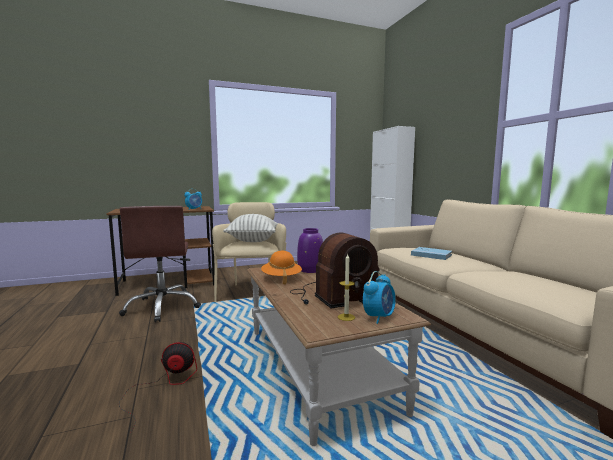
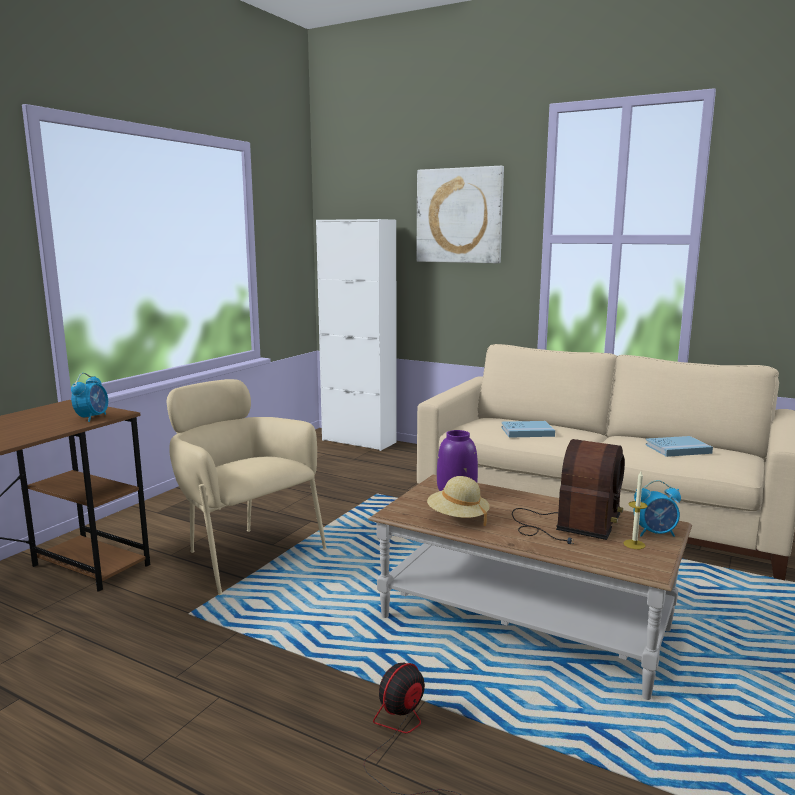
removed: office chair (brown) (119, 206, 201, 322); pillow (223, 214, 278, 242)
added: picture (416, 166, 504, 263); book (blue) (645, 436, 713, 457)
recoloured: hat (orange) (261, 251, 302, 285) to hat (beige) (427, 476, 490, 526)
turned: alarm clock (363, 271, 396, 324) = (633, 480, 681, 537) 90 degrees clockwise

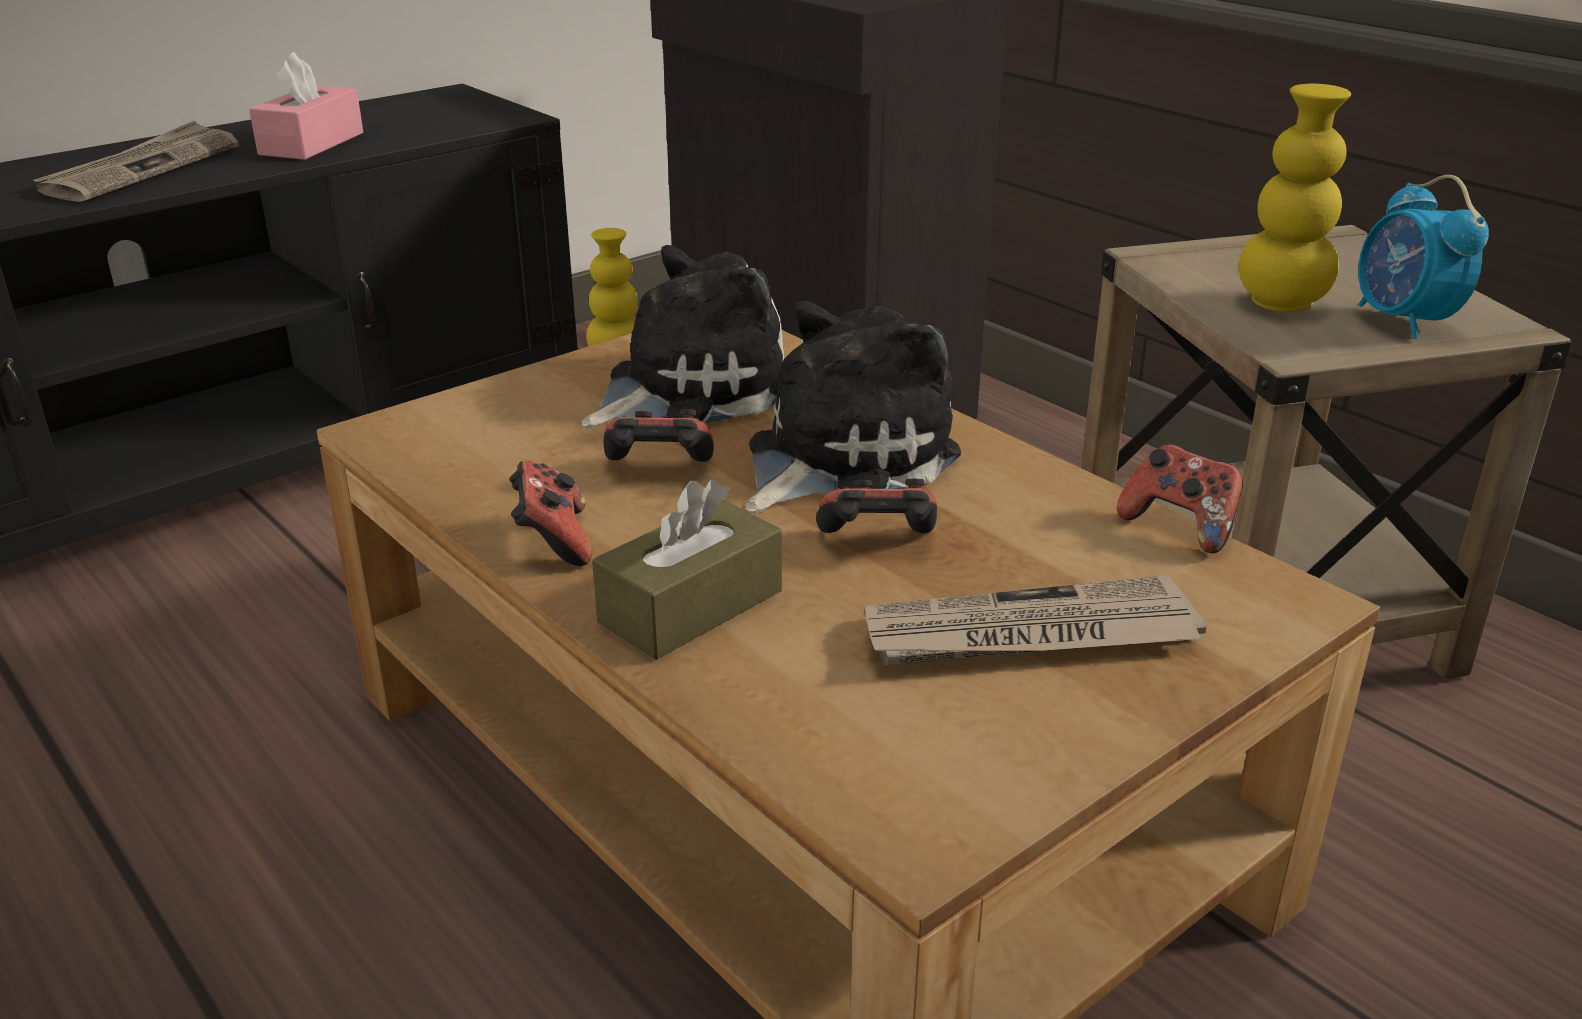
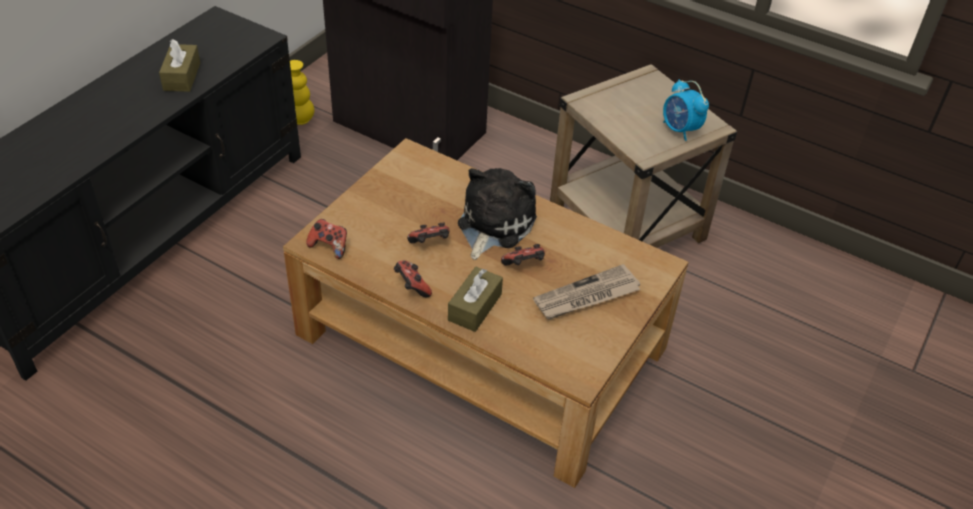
removed: vase (yellow) (1239, 84, 1351, 312); newspaper (33, 121, 239, 202); plush toy (582, 245, 784, 428)
moved: game controller (1117, 444, 1243, 553) to (306, 219, 347, 259)
recoloured: tissue box (pink) (249, 52, 363, 160) to tissue box (brown) (159, 39, 200, 92)

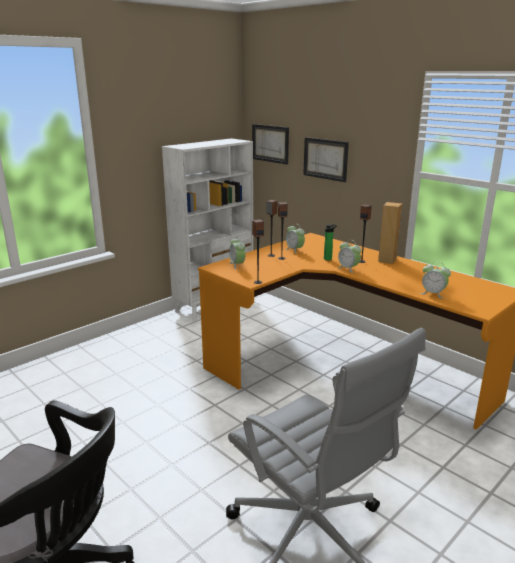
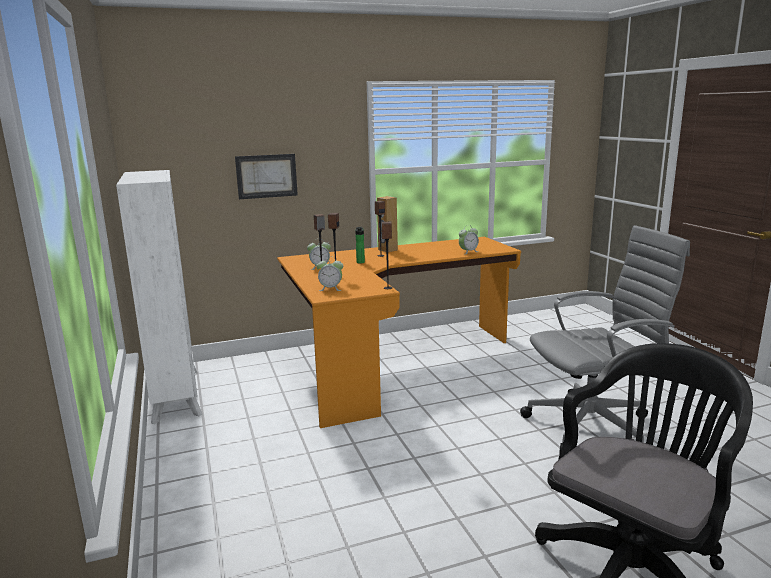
removed: picture (252, 124, 289, 165); alarm clock (337, 240, 361, 273)

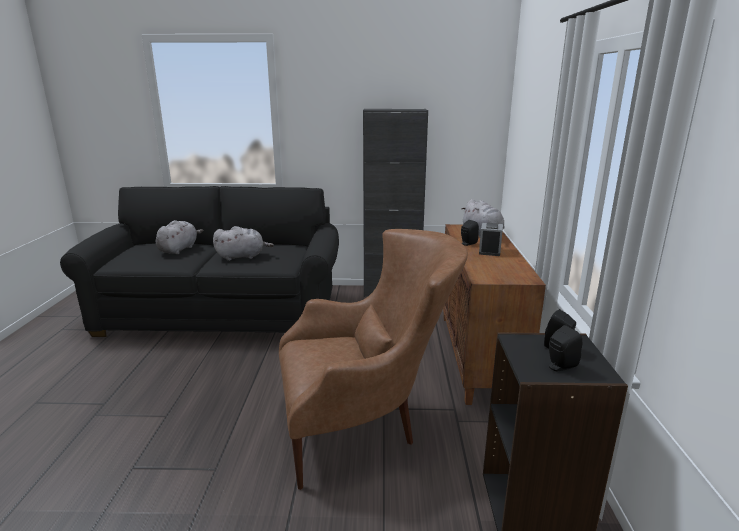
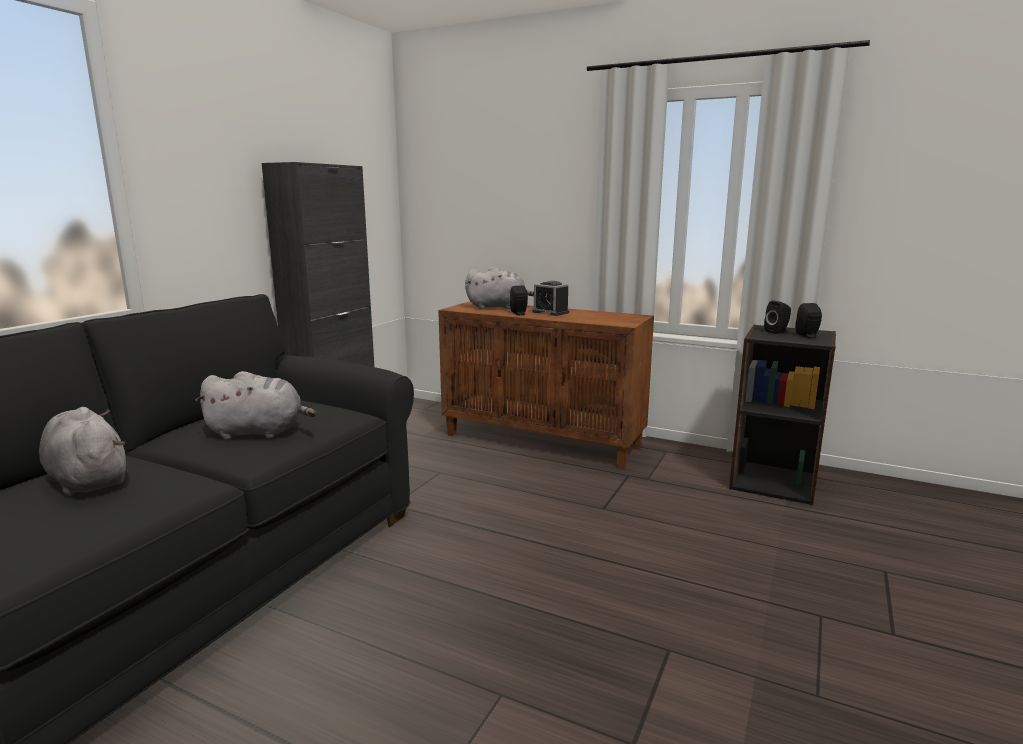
removed: armchair (brown) (279, 229, 468, 490)
turned: plush toy (grey) (213, 226, 274, 261) = (195, 371, 316, 440) 75 degrees clockwise

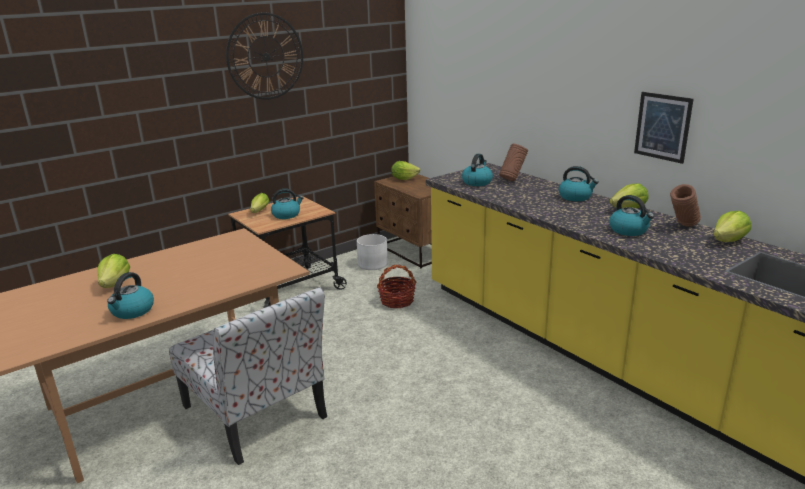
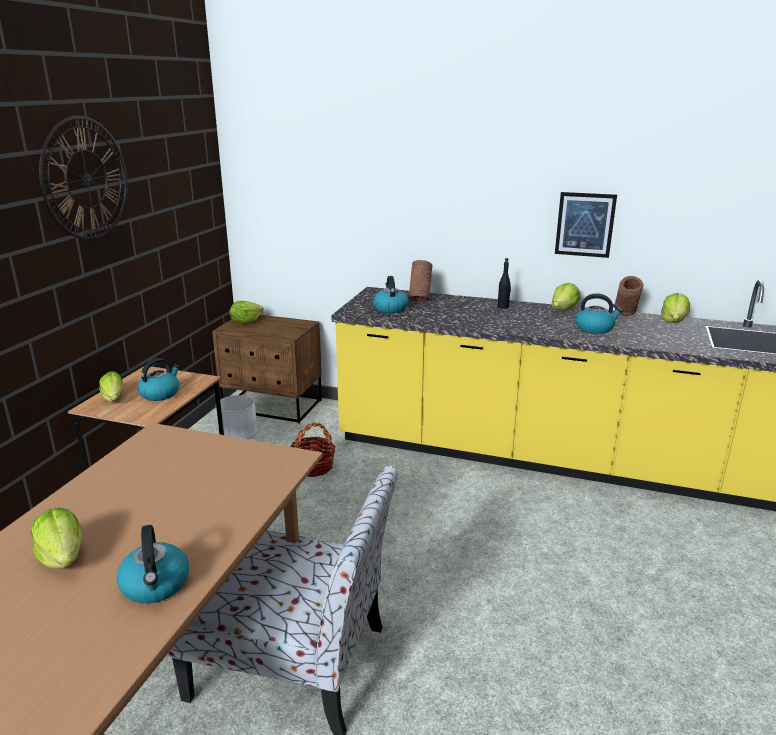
replaced: kettle (559, 166, 599, 201) to bottle (black) (498, 258, 511, 308)

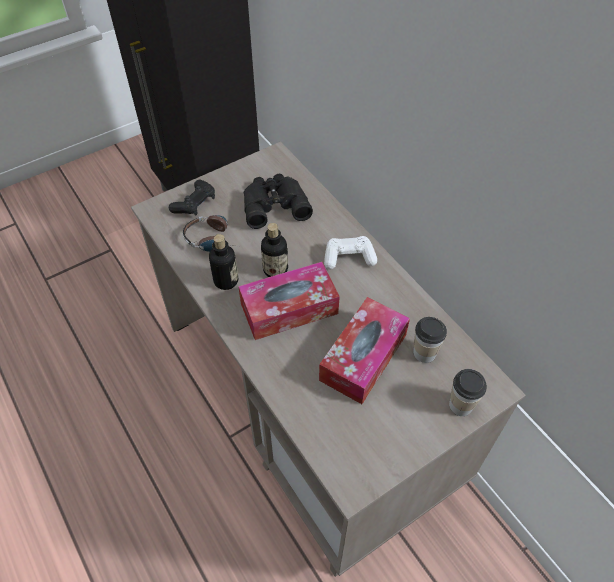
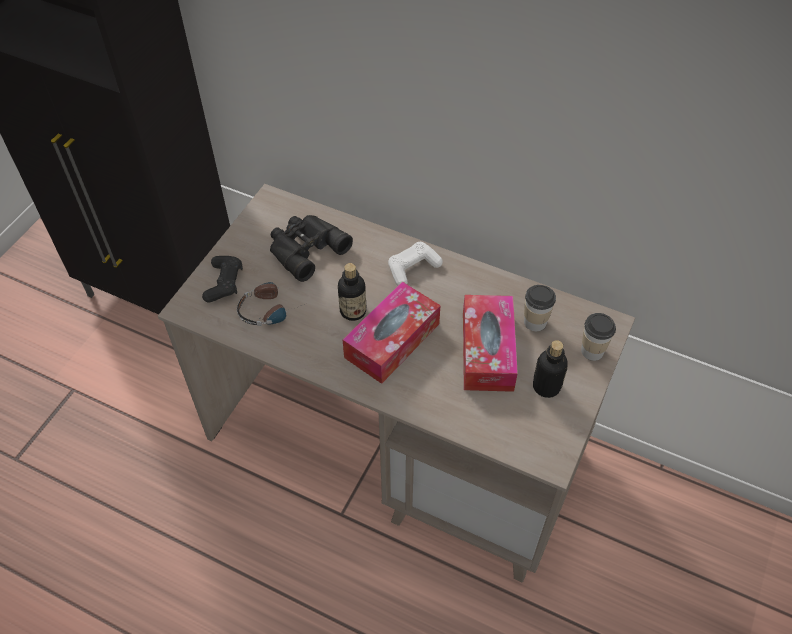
moved: bottle (209, 234, 238, 290) to (533, 340, 568, 398)

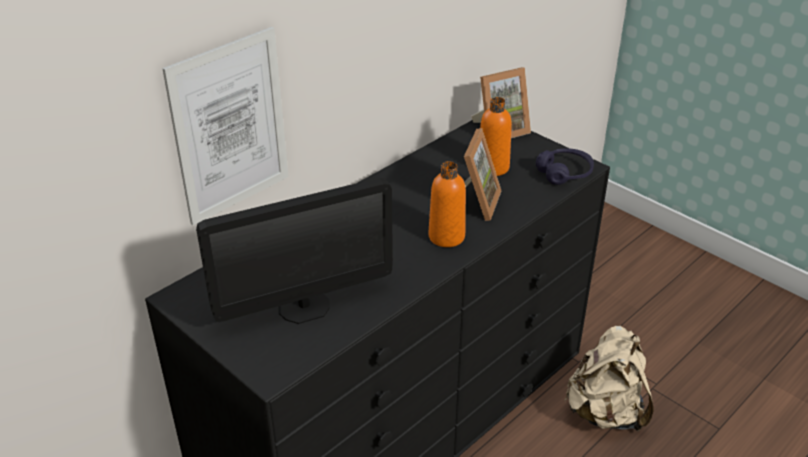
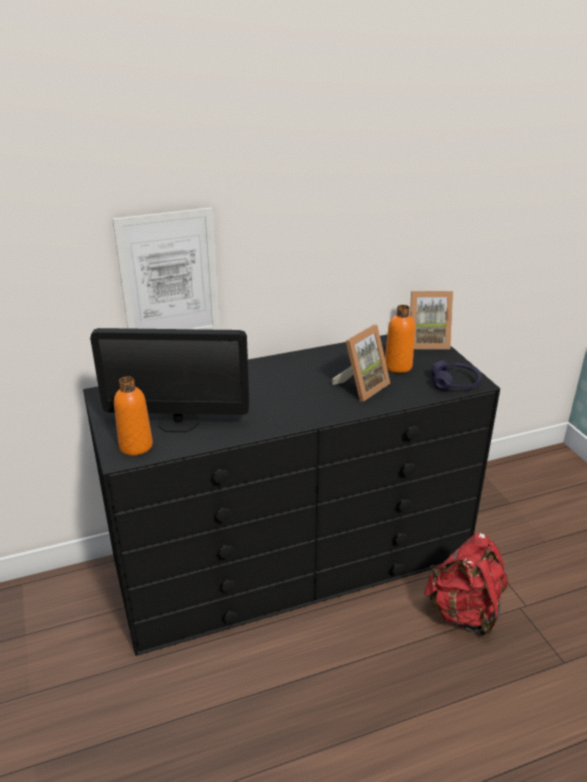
moved: bottle (orange) (429, 161, 466, 247) to (114, 376, 153, 456)
recoloured: backpack (beige) (565, 326, 654, 432) to backpack (red) (424, 533, 508, 637)

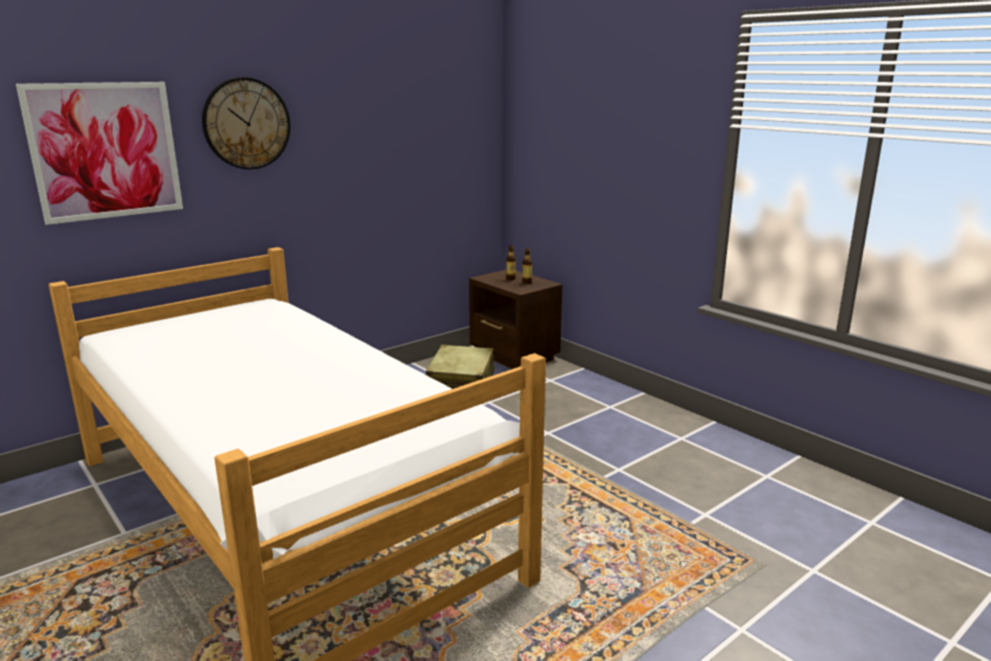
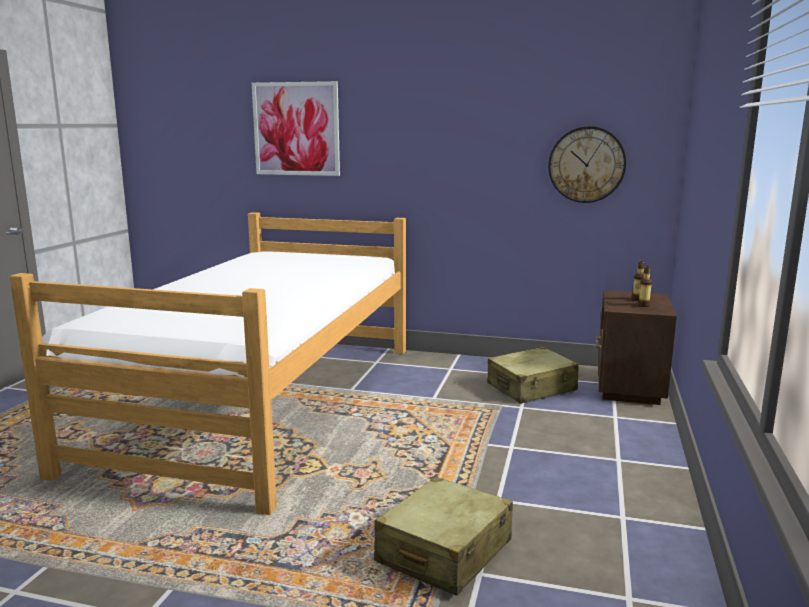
added: suitcase (beige) (374, 477, 513, 596)
moved: wall clock (202, 77, 290, 169) to (548, 126, 626, 203)

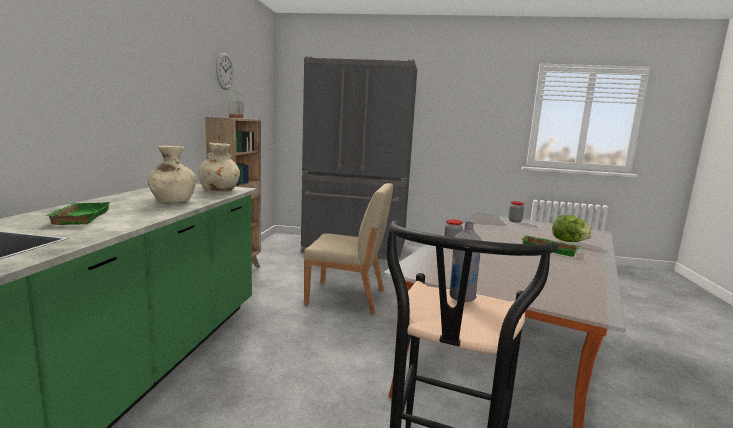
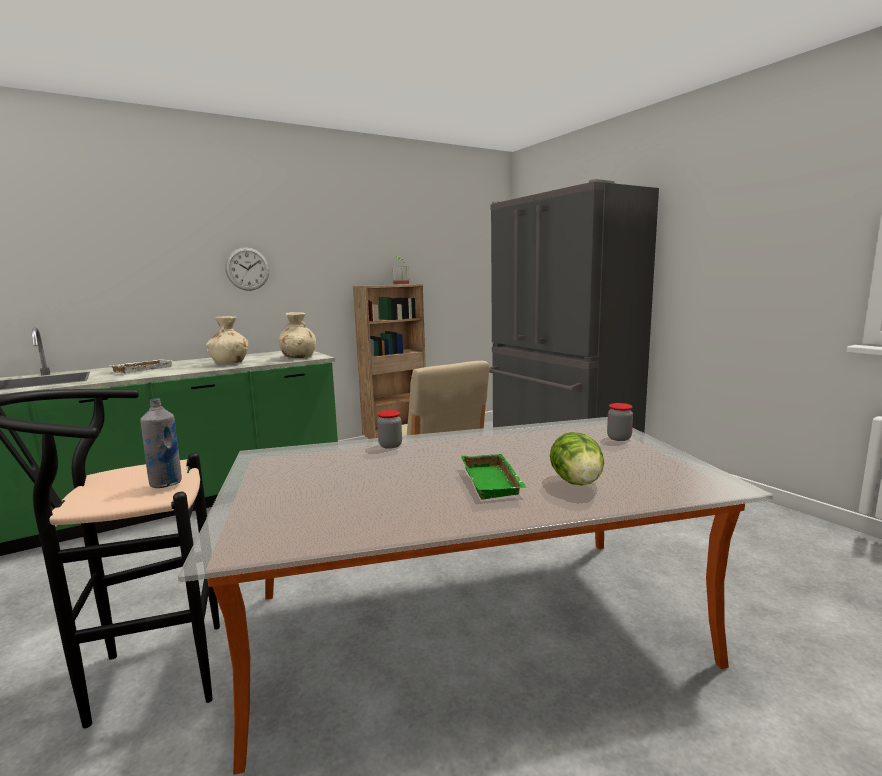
moved: wall clock (216, 53, 234, 90) to (225, 247, 269, 291)
recoloured: tray (green) (46, 202, 110, 225) to tray (white) (112, 360, 173, 374)

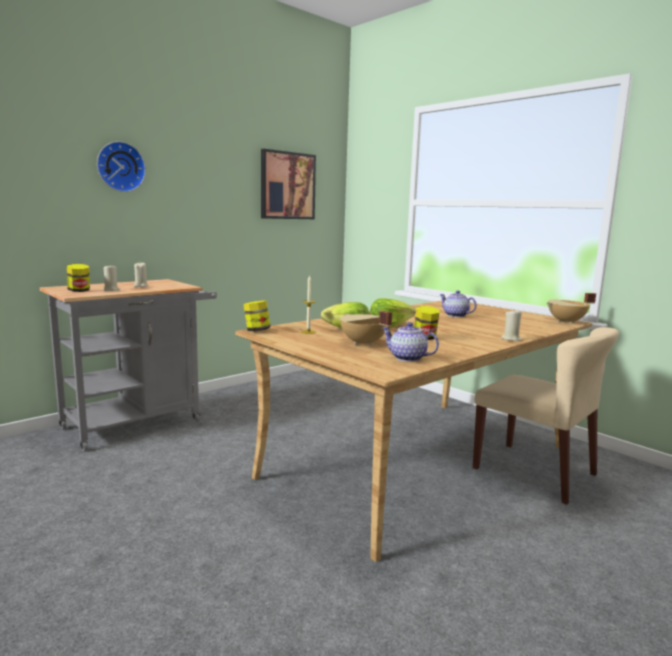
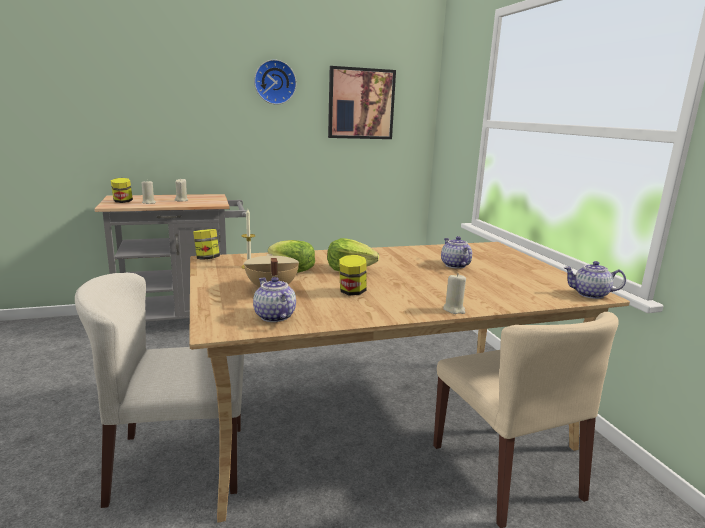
added: chair (beige) (75, 273, 244, 508)
moved: wall clock (97, 141, 146, 192) to (254, 60, 296, 105)
replaced: cooking pot (beige) (546, 293, 596, 324) to teapot (564, 261, 626, 299)

